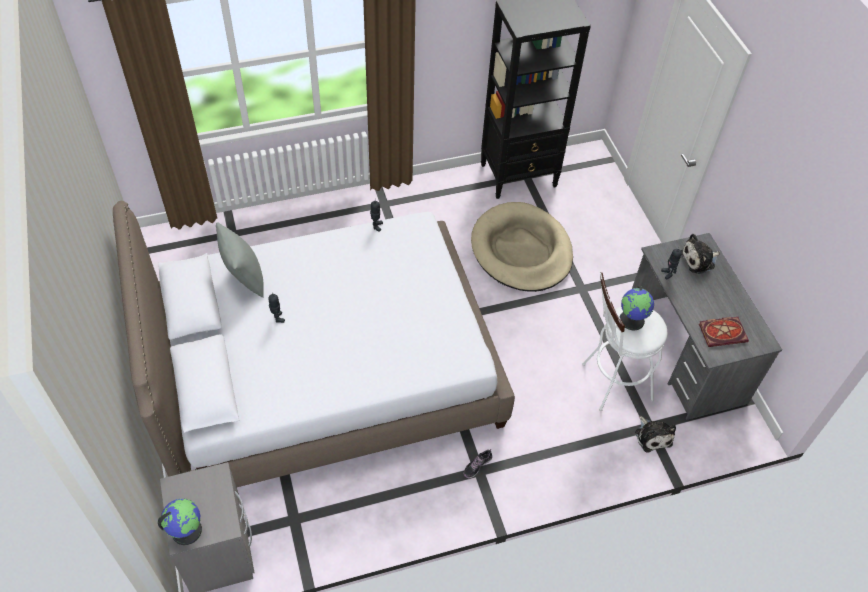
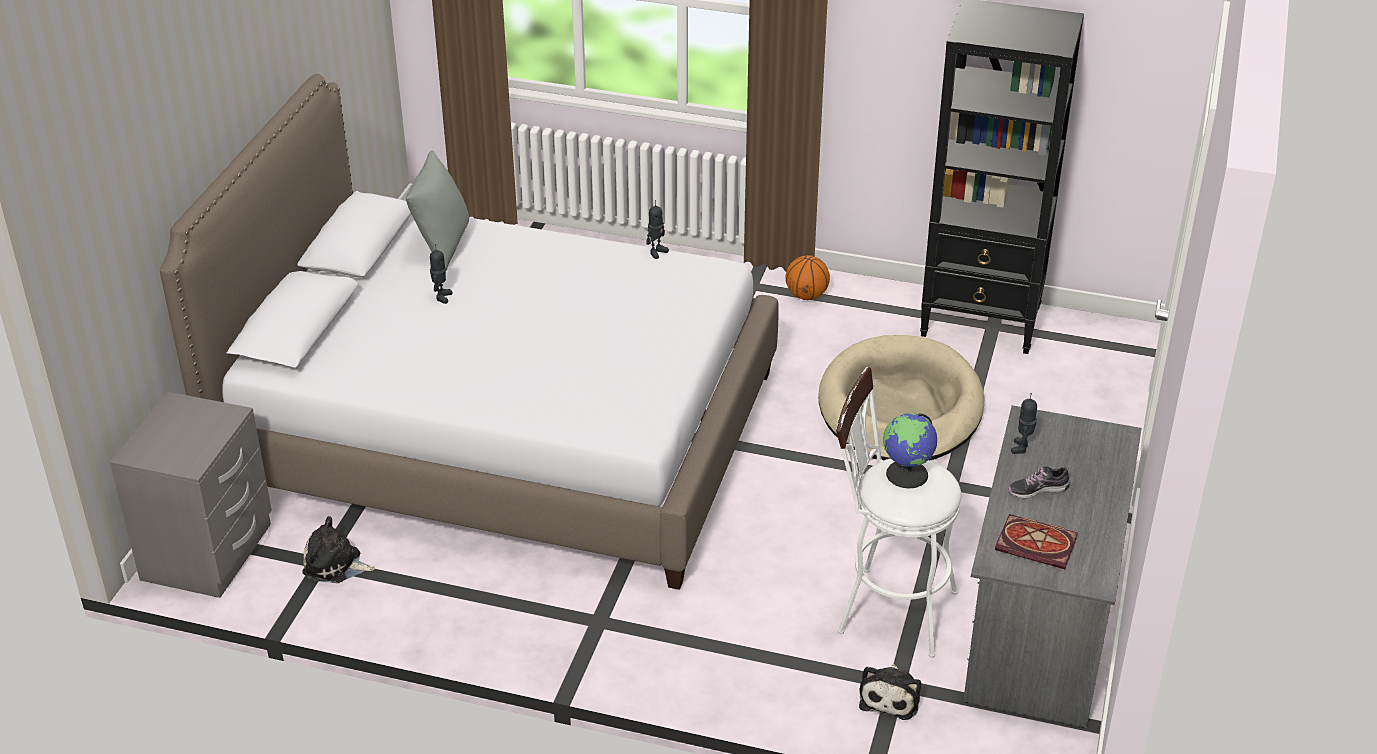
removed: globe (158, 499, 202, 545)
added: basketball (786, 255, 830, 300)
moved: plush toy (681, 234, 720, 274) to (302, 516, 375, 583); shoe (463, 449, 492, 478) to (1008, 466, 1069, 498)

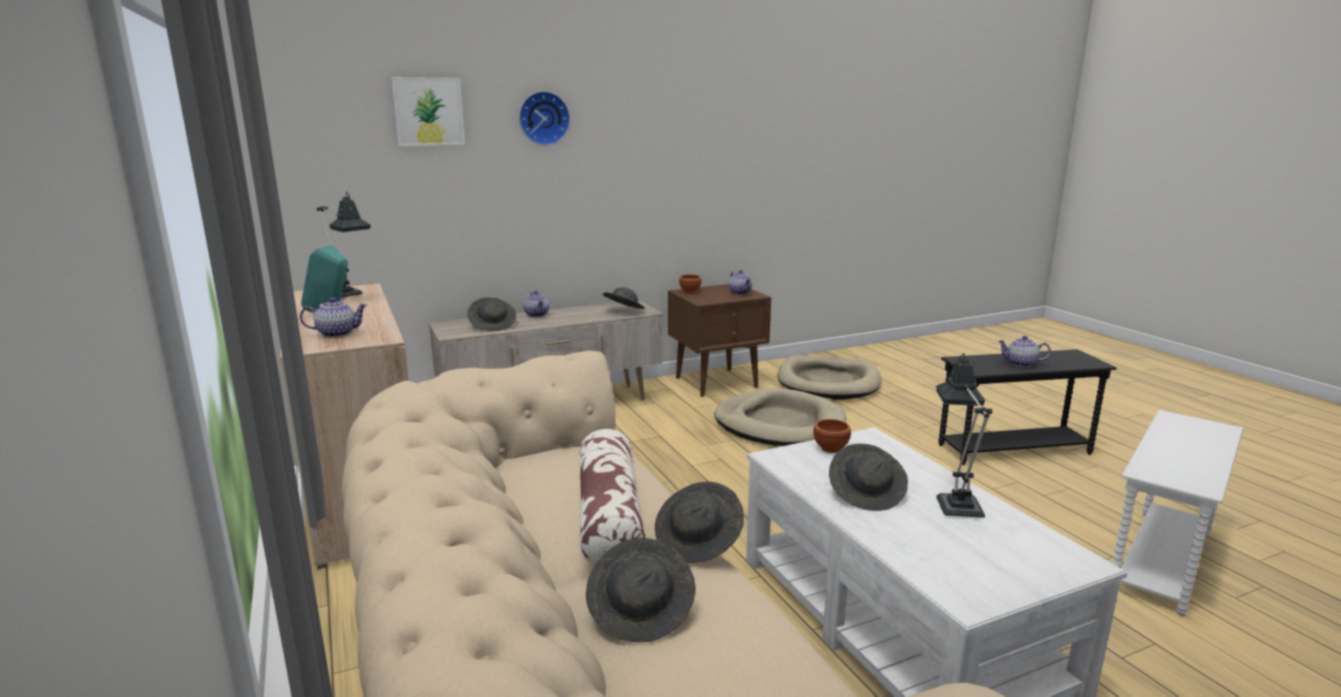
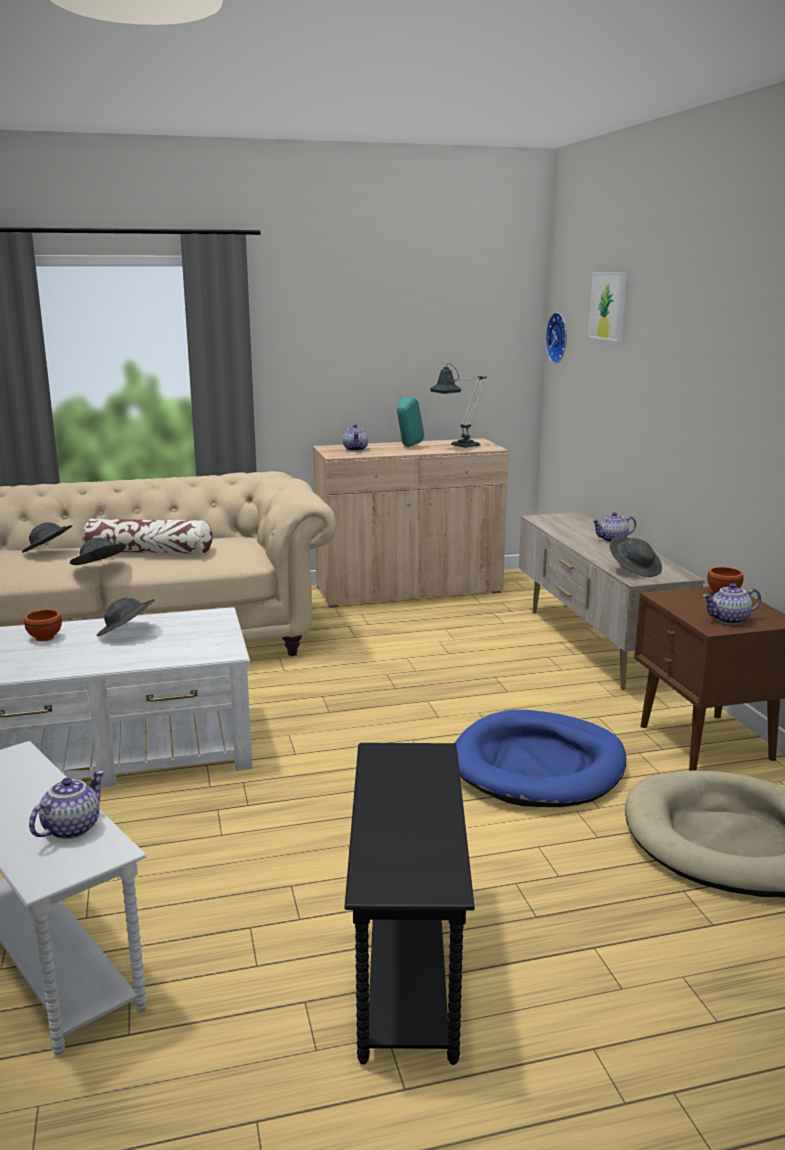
removed: hat (grey) (467, 297, 516, 331); table lamp (936, 353, 992, 518)
moved: wall clock (519, 91, 570, 146) to (545, 312, 567, 364); teapot (998, 336, 1051, 367) to (29, 771, 104, 839); bowl (brown) (813, 419, 851, 453) to (24, 610, 62, 642)
recoloured: dog bed (beige) (714, 388, 846, 446) to dog bed (blue) (455, 710, 627, 807)

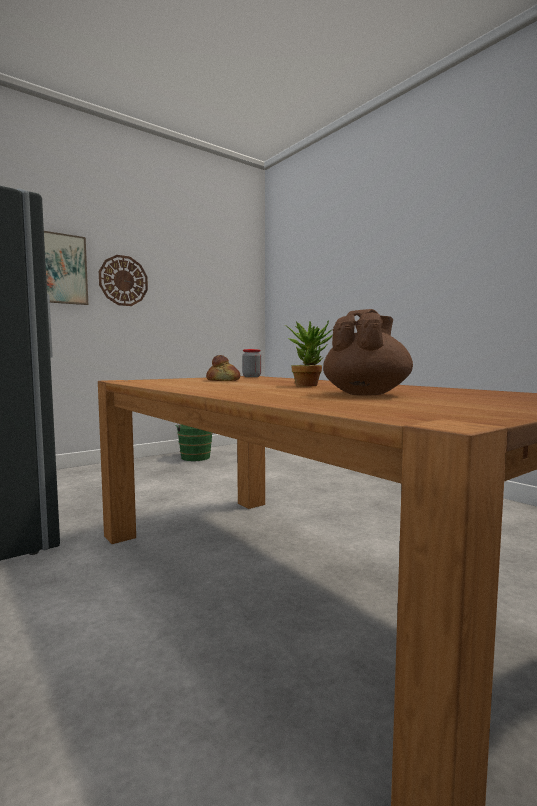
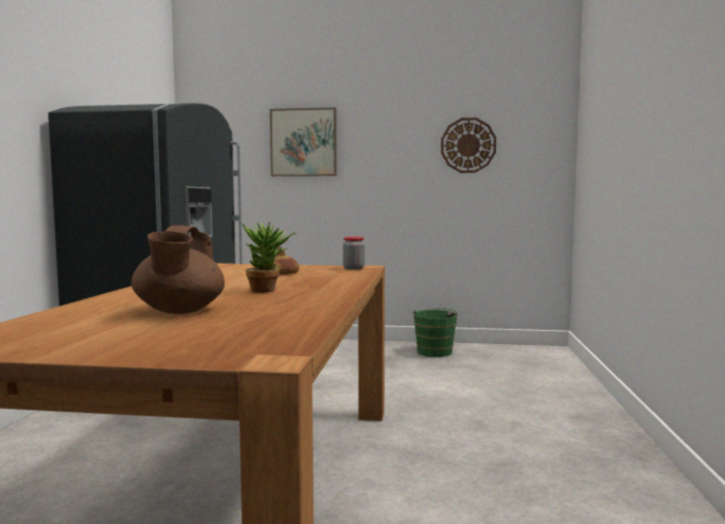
moved: wall clock (99, 255, 148, 306) to (441, 118, 496, 173)
turned: teapot (brown) (323, 309, 413, 396) = (131, 225, 225, 314) 105 degrees clockwise

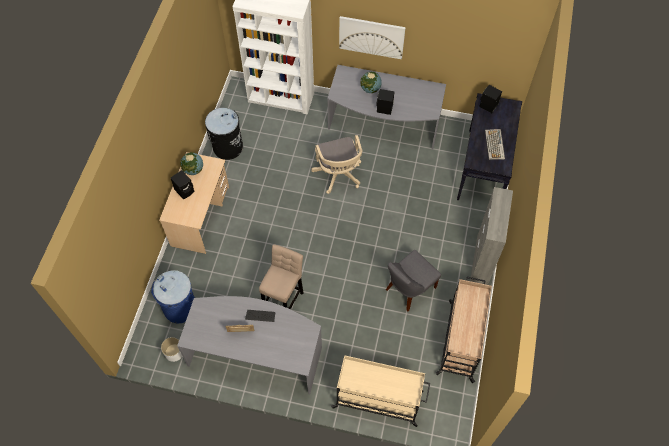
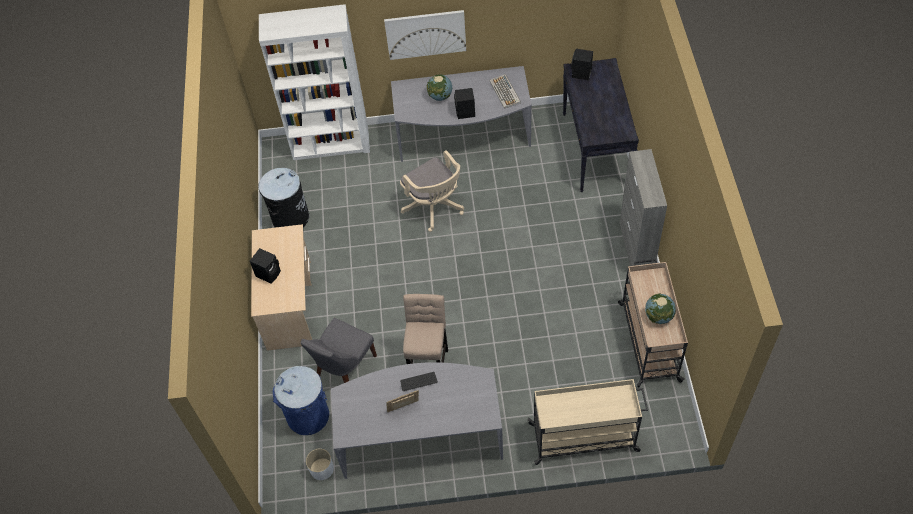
moved: keyboard (485, 129, 505, 160) to (489, 74, 521, 109); globe (180, 152, 203, 175) to (645, 293, 676, 324); chair (grey) (386, 250, 441, 311) to (301, 318, 377, 383)

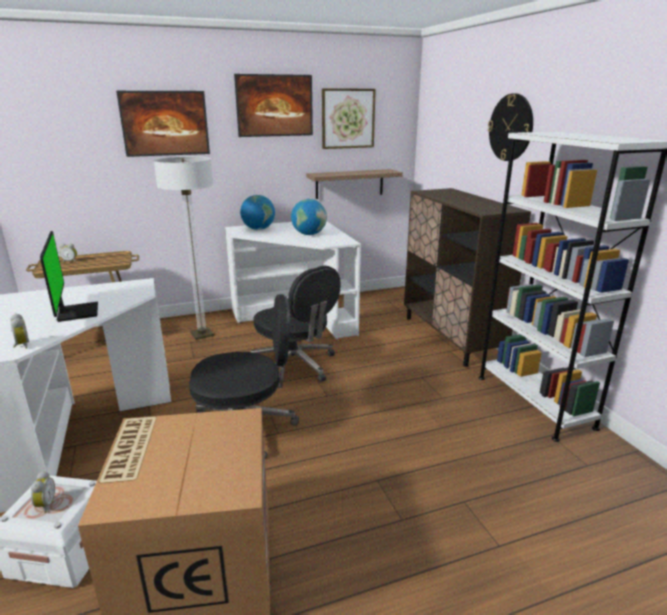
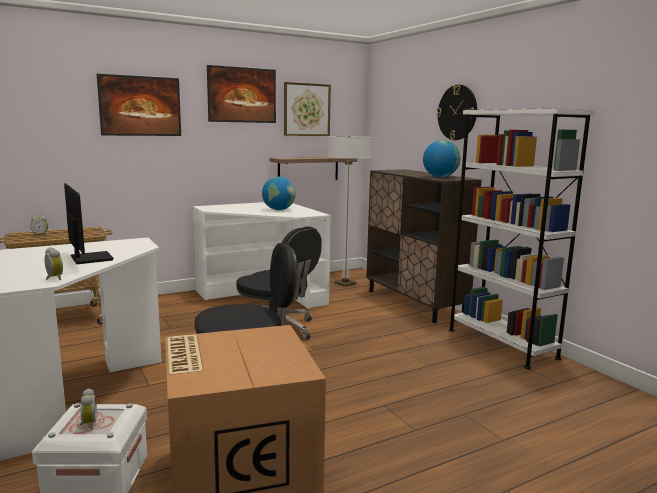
moved: floor lamp (153, 156, 215, 340) to (327, 136, 371, 287); globe (240, 195, 275, 230) to (423, 140, 460, 177)

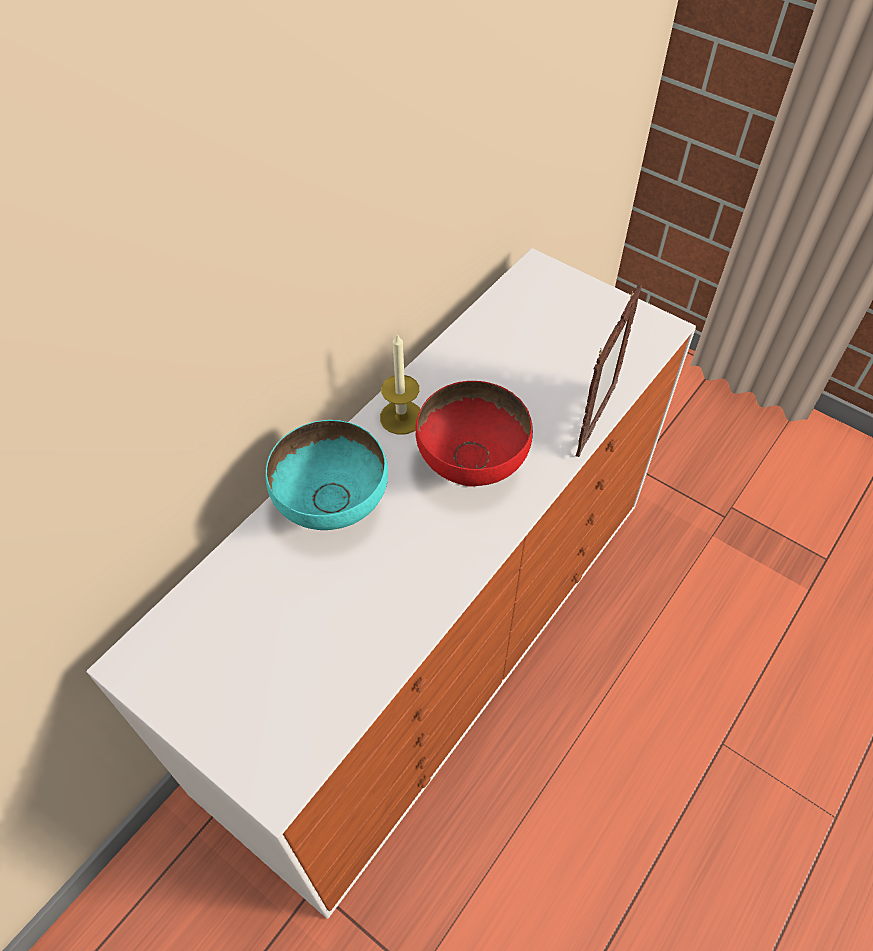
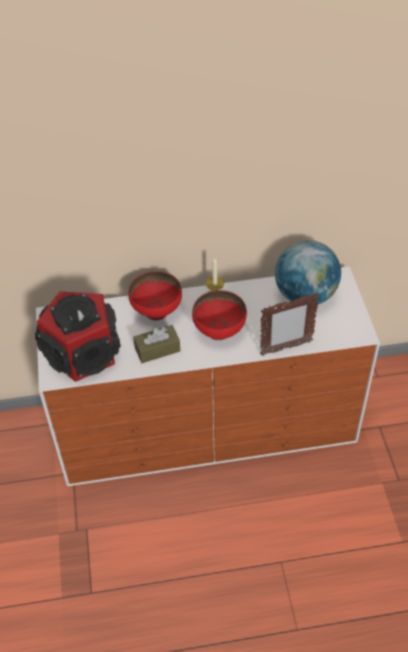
added: globe (275, 240, 341, 306); speaker (35, 291, 121, 382); tissue box (brown) (133, 325, 180, 363)
recoloured: bowl (turquoise) (265, 420, 388, 530) to bowl (red) (128, 271, 182, 320)

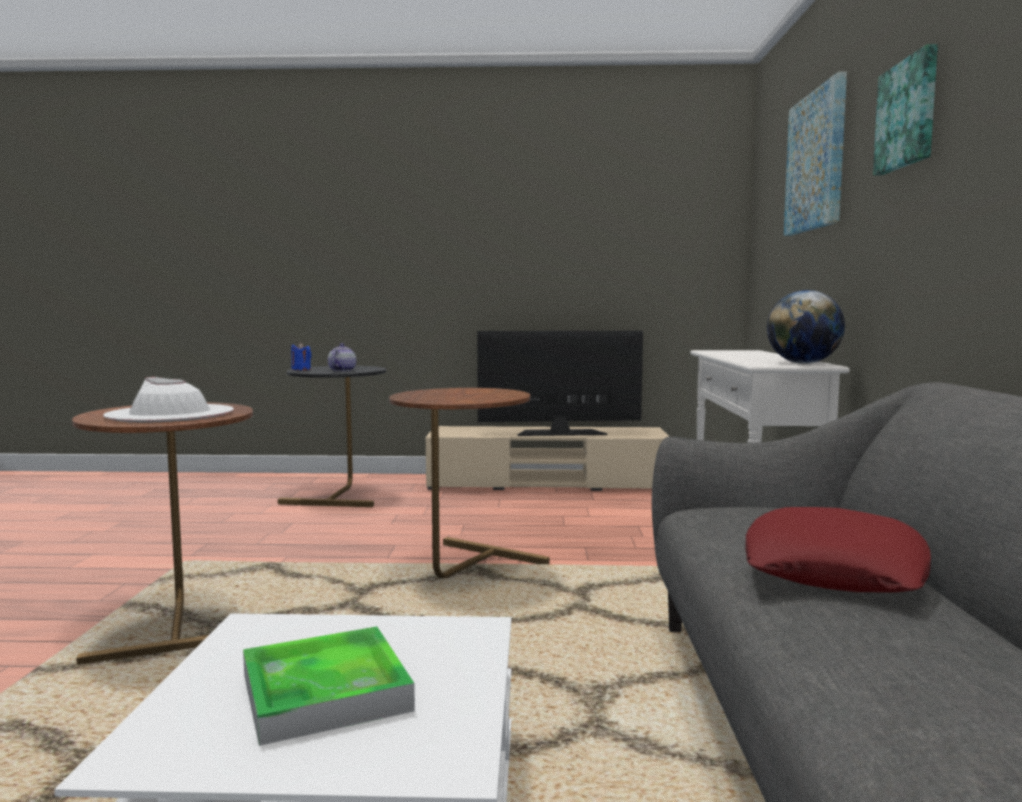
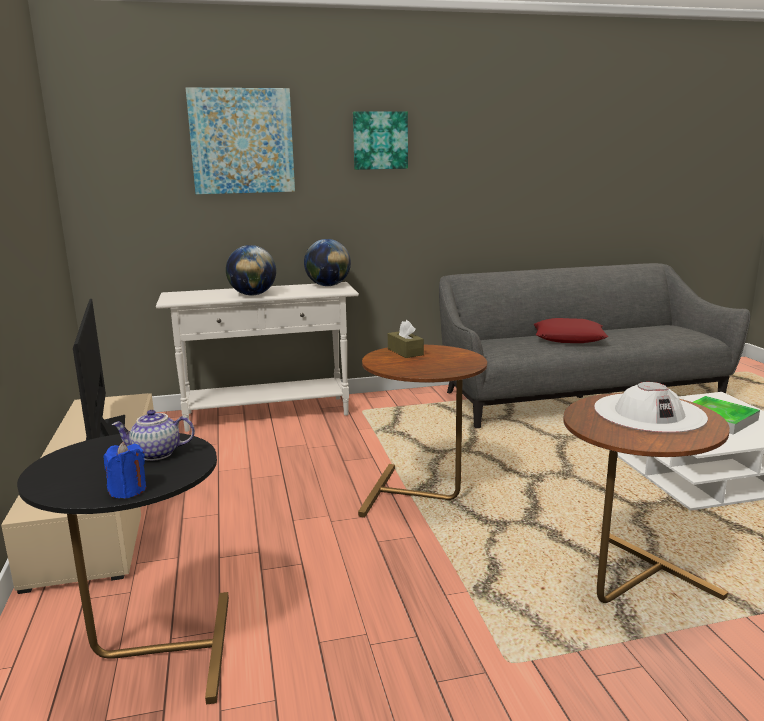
added: globe (226, 245, 276, 296); tissue box (brown) (388, 320, 424, 358)

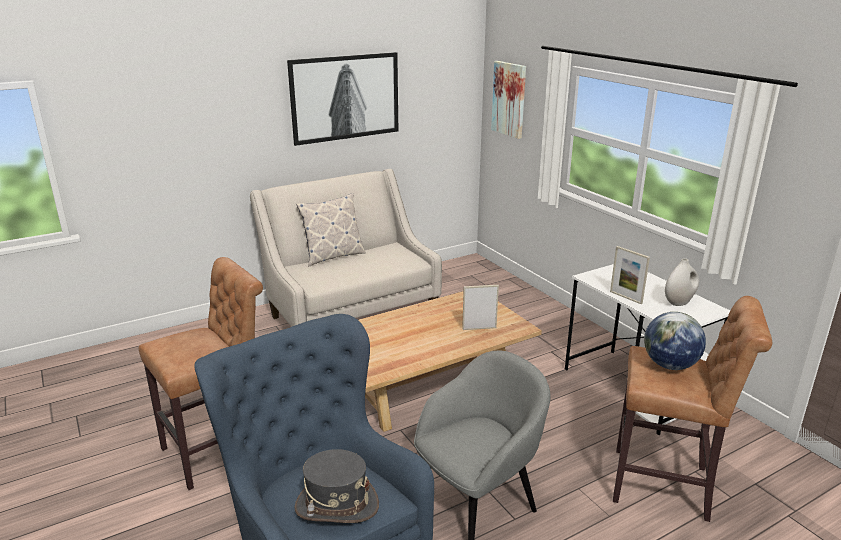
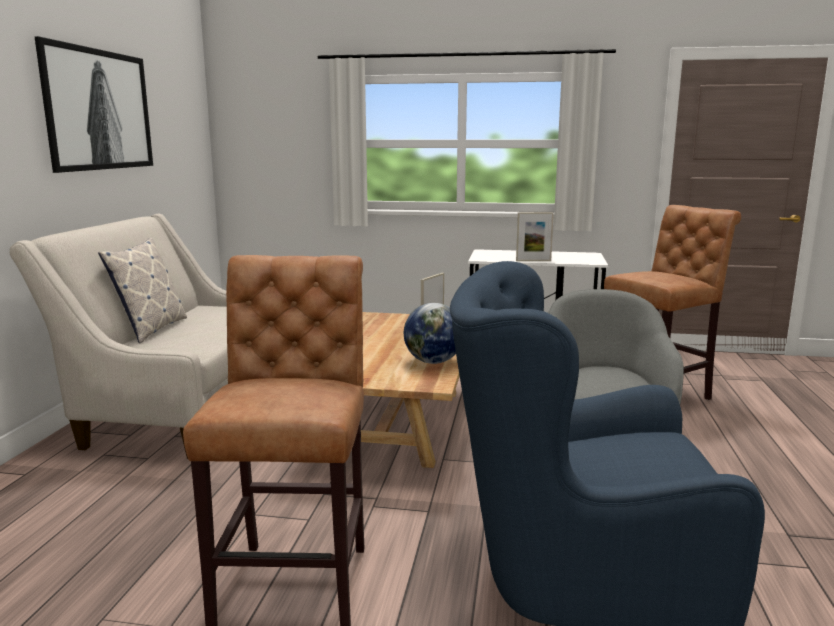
removed: picture (491, 61, 526, 139); vase (white) (665, 258, 699, 306); hat (grey) (294, 449, 379, 523)
moved: globe (644, 312, 706, 370) to (404, 303, 456, 364)

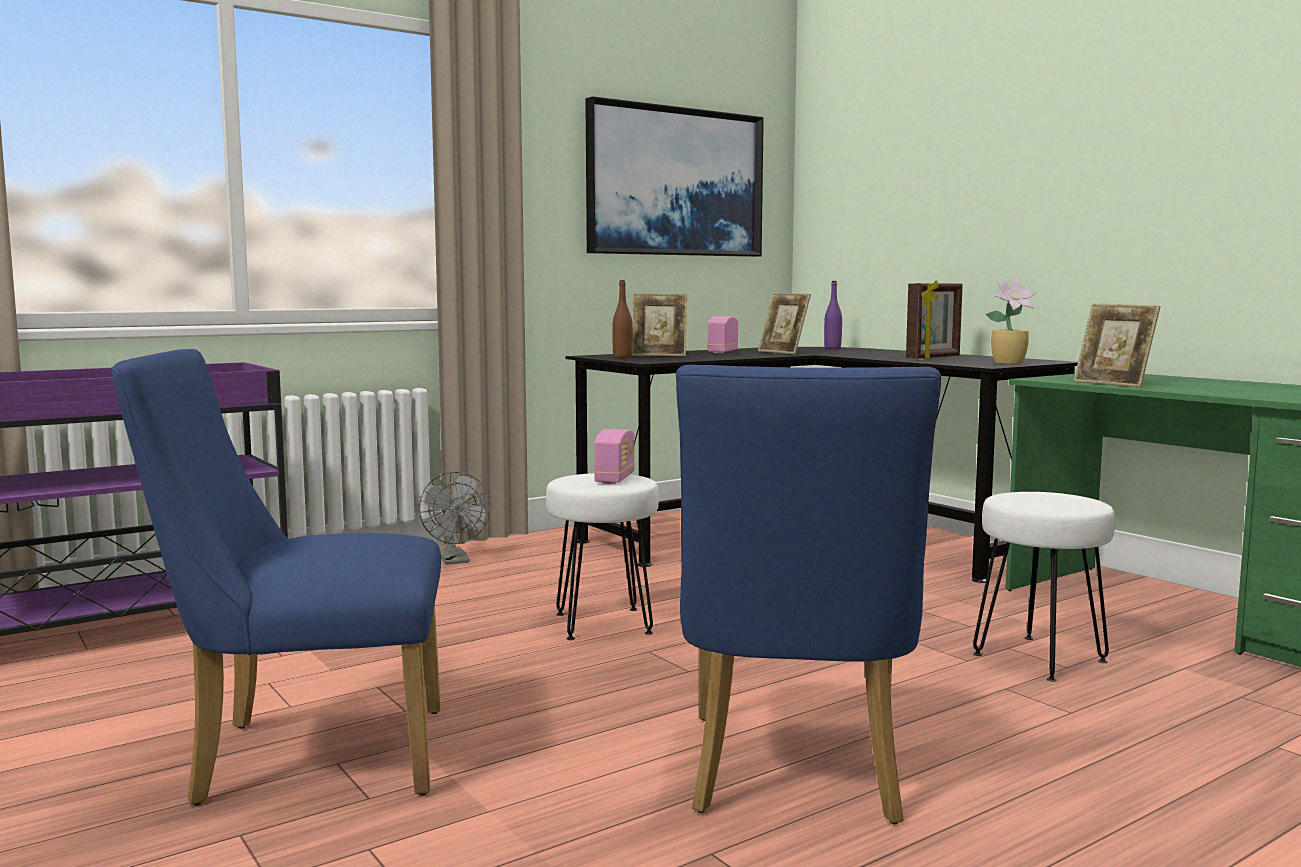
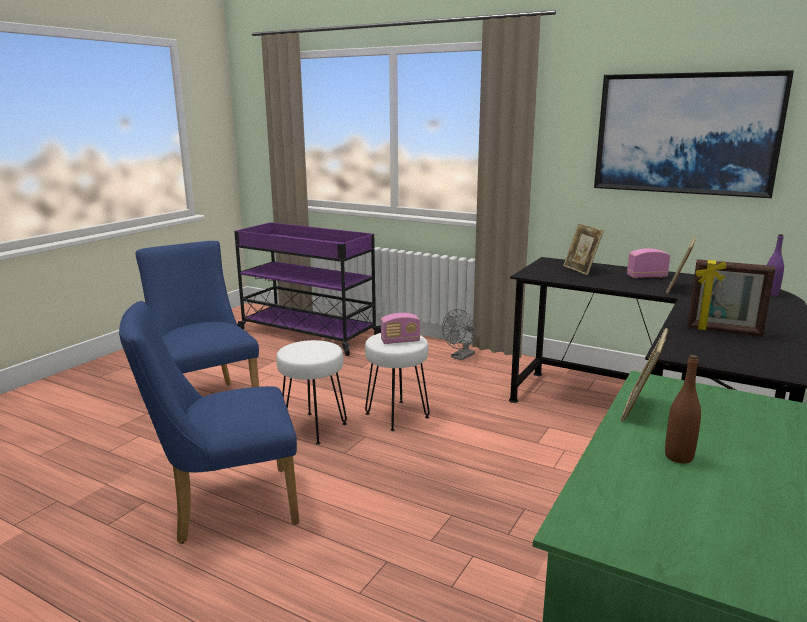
removed: potted plant (986, 280, 1036, 365)
moved: bottle (brown) (612, 280, 633, 358) to (665, 355, 701, 463); stool (white) (973, 492, 1115, 682) to (276, 340, 347, 445)

